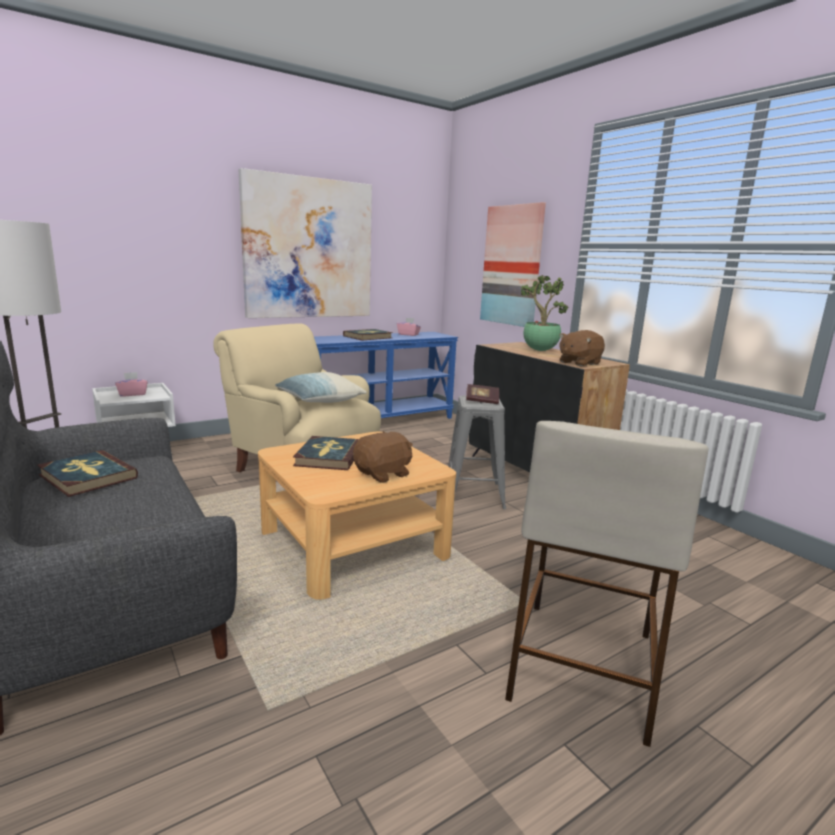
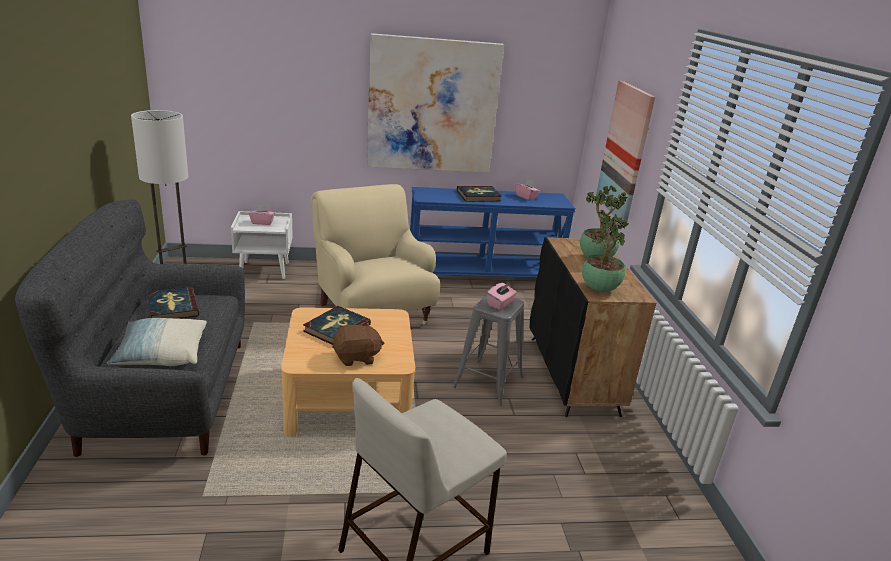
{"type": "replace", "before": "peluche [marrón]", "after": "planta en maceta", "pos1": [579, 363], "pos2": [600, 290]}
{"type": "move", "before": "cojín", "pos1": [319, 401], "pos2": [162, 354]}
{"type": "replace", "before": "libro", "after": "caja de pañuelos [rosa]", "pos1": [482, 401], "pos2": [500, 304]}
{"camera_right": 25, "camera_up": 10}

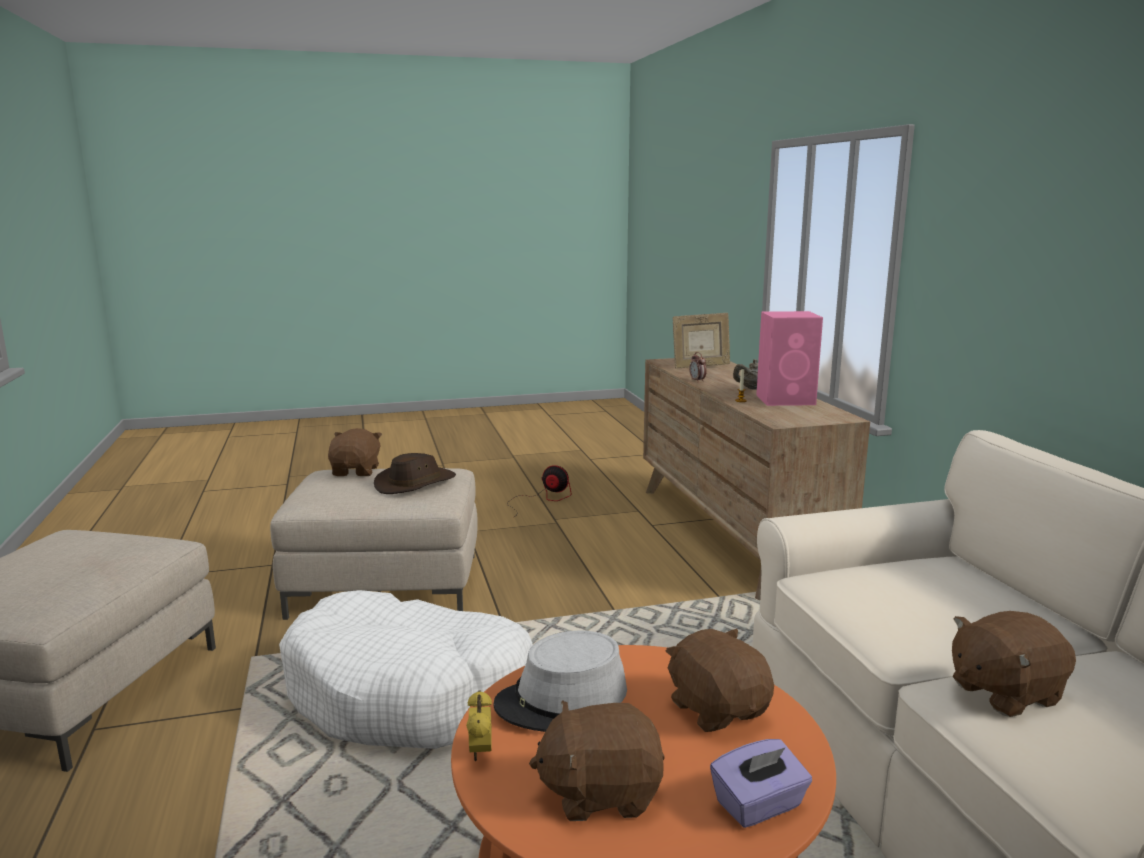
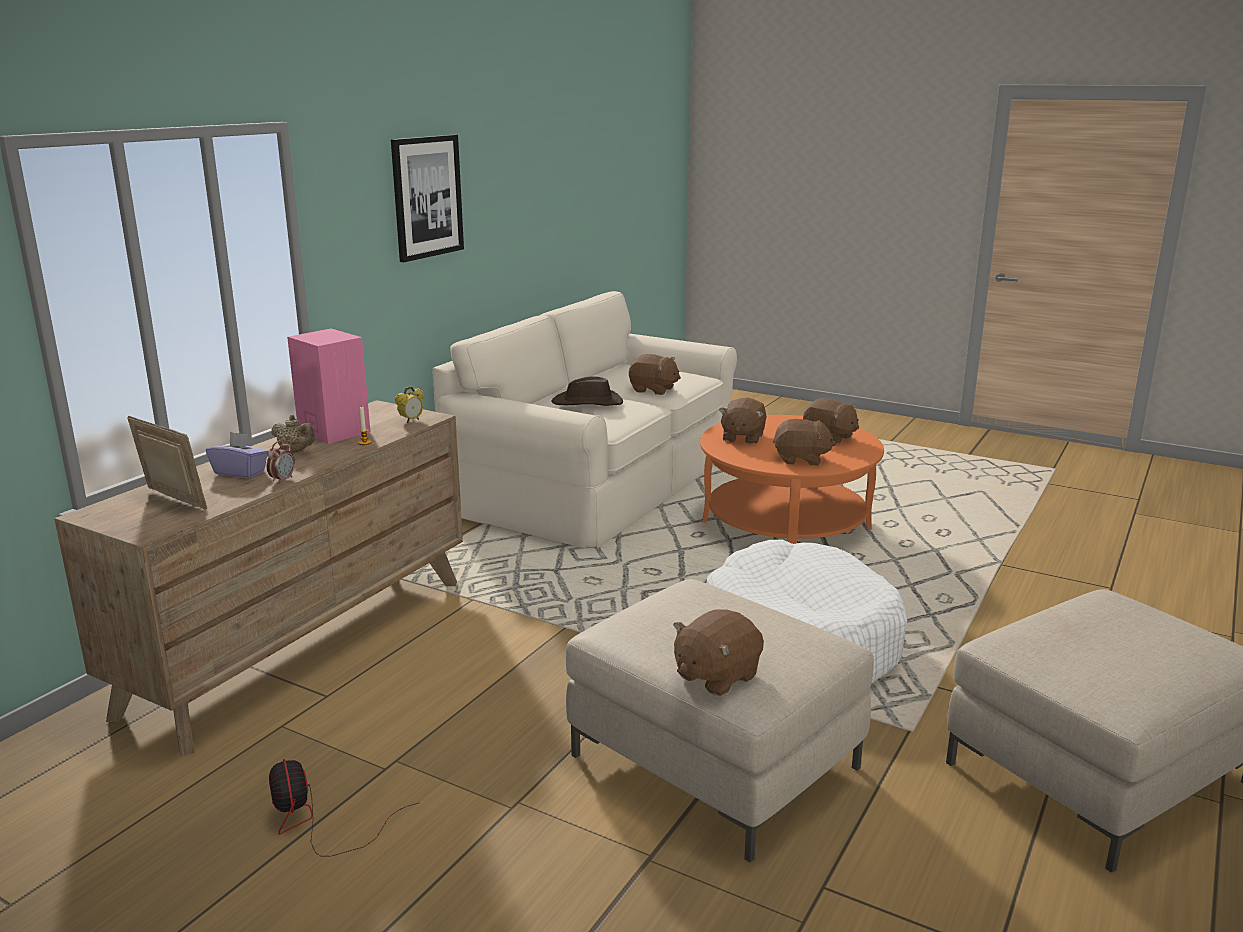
{"type": "move", "before": "sombrero [marrón]", "pos1": [415, 483], "pos2": [588, 403]}
{"type": "replace", "before": "sombrero [gris]", "after": "peluche [marrón]", "pos1": [562, 698], "pos2": [801, 459]}
{"type": "move", "before": "despertador", "pos1": [480, 752], "pos2": [411, 420]}
{"type": "move", "before": "caja de pañuelos [morado]", "pos1": [759, 805], "pos2": [240, 472]}
{"type": "insert", "after": "cuadro", "pos2": [427, 197]}
{"camera_right": -135, "camera_up": 5}

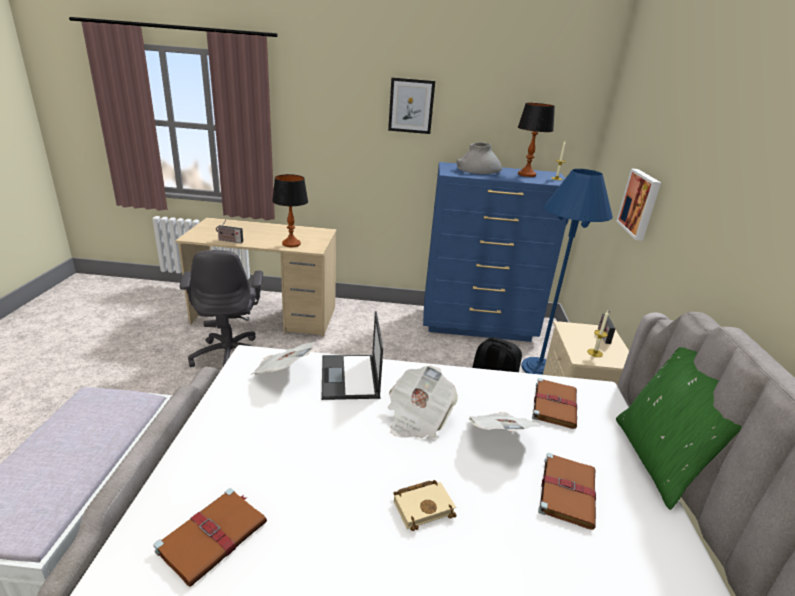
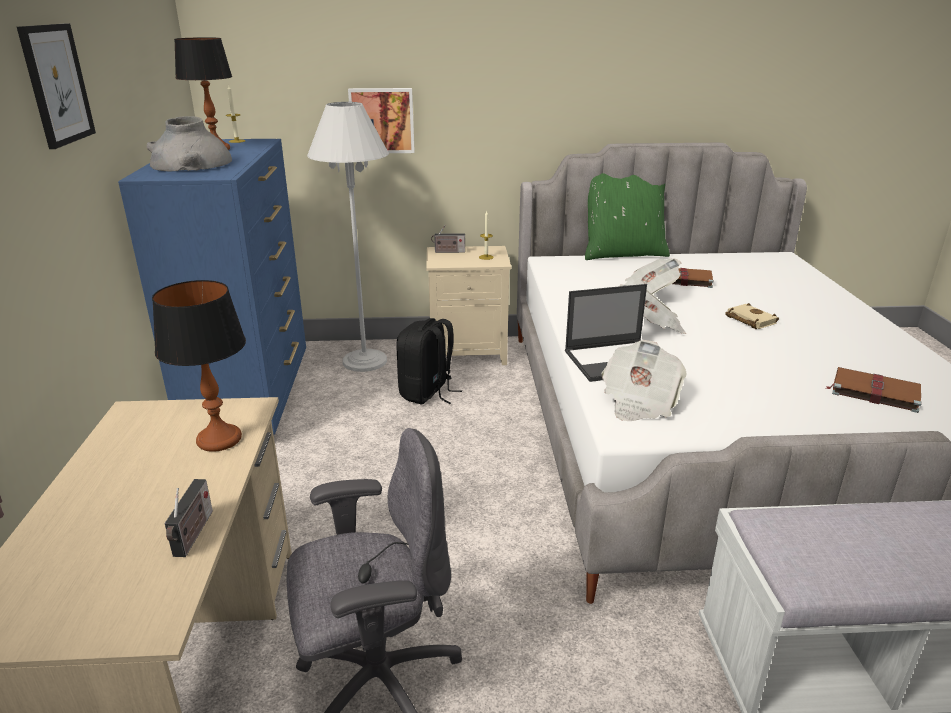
{"type": "recolor", "before": "lámpara de pie [azul]", "after": "lámpara de pie [blanco]", "pos1": [539, 368], "pos2": [365, 361]}
{"type": "delete", "before": "libro [marrón]", "pos1": [554, 404]}
{"camera_right": -95, "camera_up": 0}

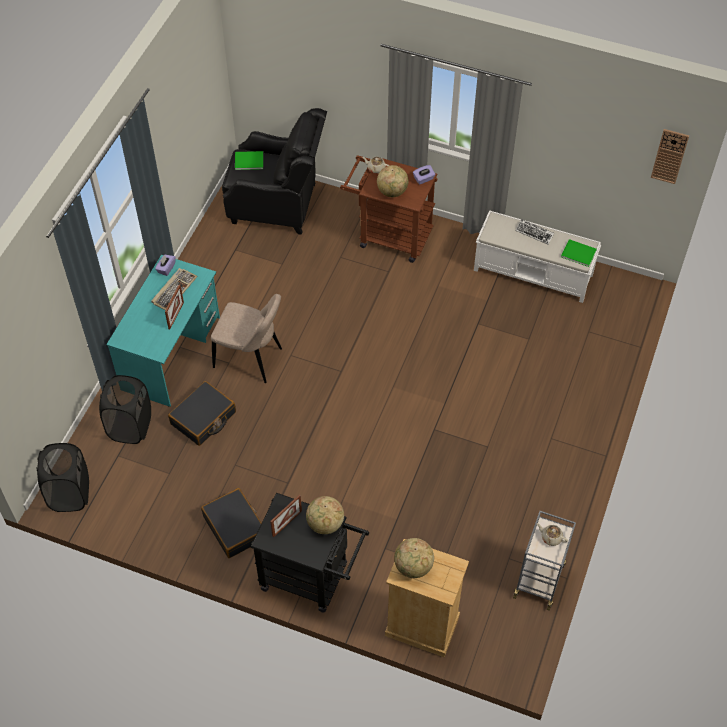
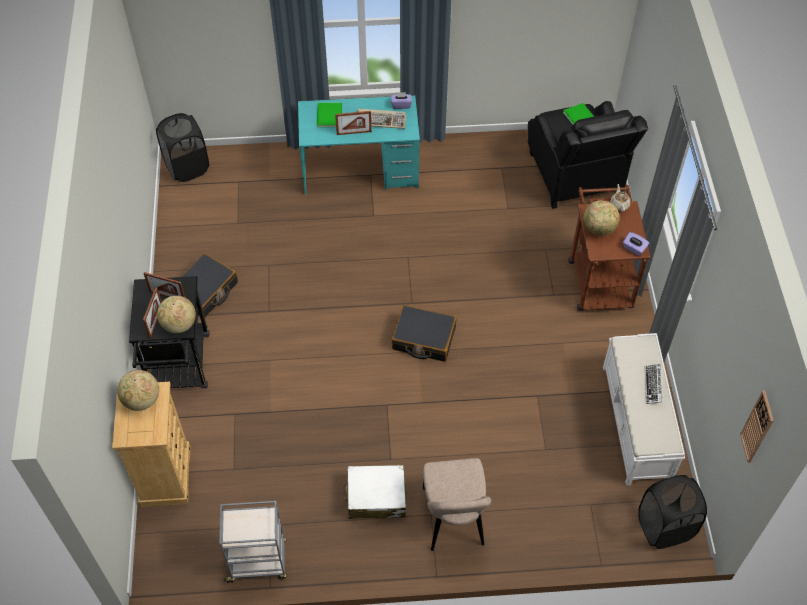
{"type": "move", "before": "libro [verde]", "pos1": [578, 252], "pos2": [330, 115]}
{"type": "move", "before": "silla [beis]", "pos1": [251, 359], "pos2": [453, 520]}
{"type": "move", "before": "cesto de la ropa [negro]", "pos1": [130, 426], "pos2": [664, 527]}
{"type": "move", "before": "maleta [negro]", "pos1": [203, 418], "pos2": [423, 339]}
{"type": "delete", "before": "tetera [beis]", "pos1": [551, 537]}
{"type": "insert", "after": "portarretratos", "pos2": [156, 321]}
{"type": "insert", "after": "maleta [blanco]", "pos2": [376, 497]}
{"camera_right": 65, "camera_up": 0}

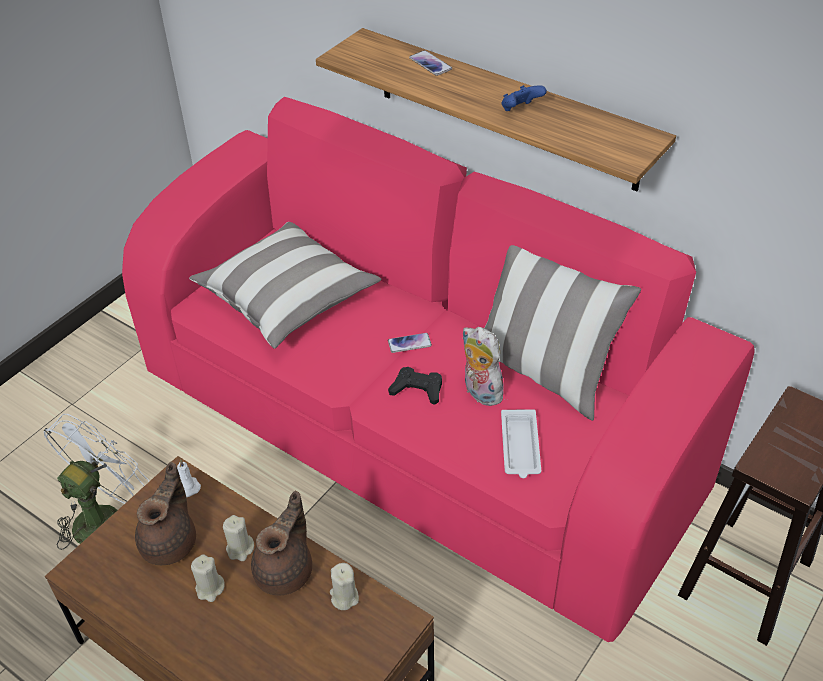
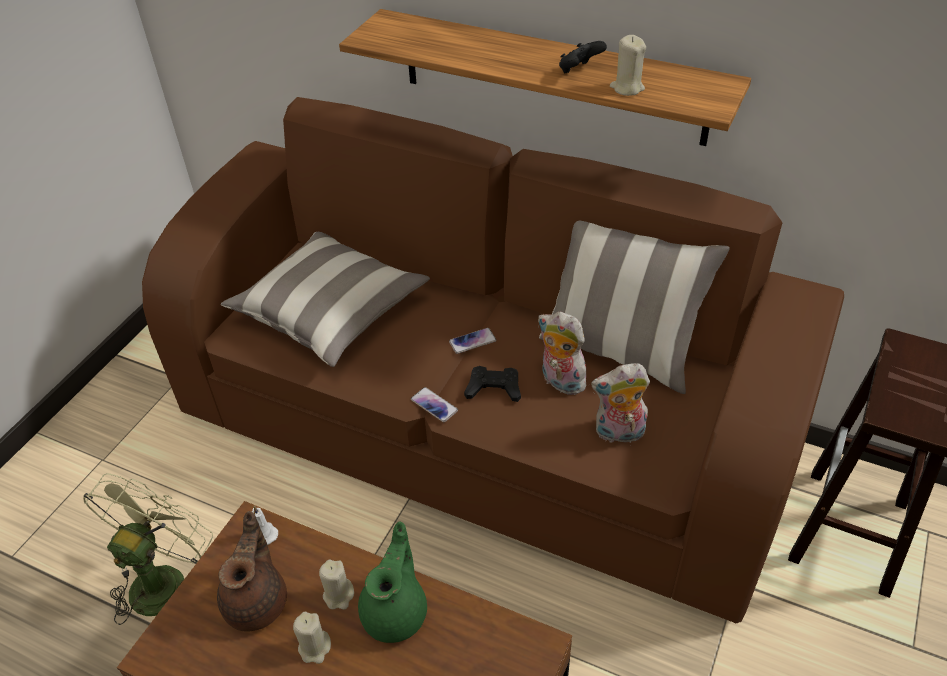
{"type": "move", "before": "móvil", "pos1": [430, 64], "pos2": [434, 405]}
{"type": "recolor", "before": "mando de consola [azul]", "after": "mando de consola [negro]", "pos1": [520, 110], "pos2": [579, 71]}
{"type": "recolor", "before": "sofá [rosa]", "after": "sofá [marrón]", "pos1": [415, 430], "pos2": [478, 432]}
{"type": "replace", "before": "bandeja [blanco]", "after": "peluche", "pos1": [520, 447], "pos2": [618, 434]}
{"type": "recolor", "before": "ventilador [blanco]", "after": "ventilador [verde]", "pos1": [105, 516], "pos2": [164, 578]}
{"type": "recolor", "before": "tetera [marrón]", "after": "tetera [verde]", "pos1": [286, 570], "pos2": [396, 611]}
{"type": "move", "before": "vela [beis]", "pos1": [344, 597], "pos2": [627, 88]}
{"camera_right": -10, "camera_up": 0}

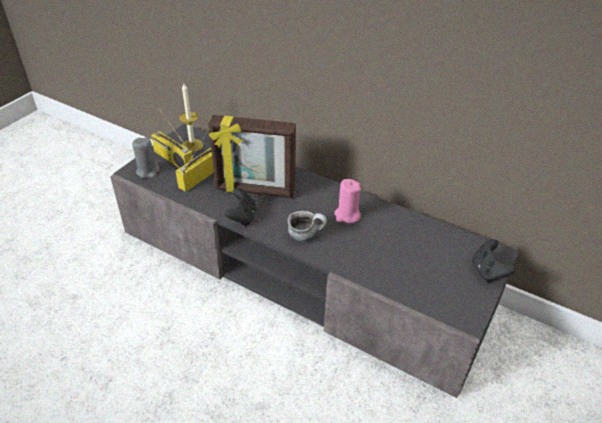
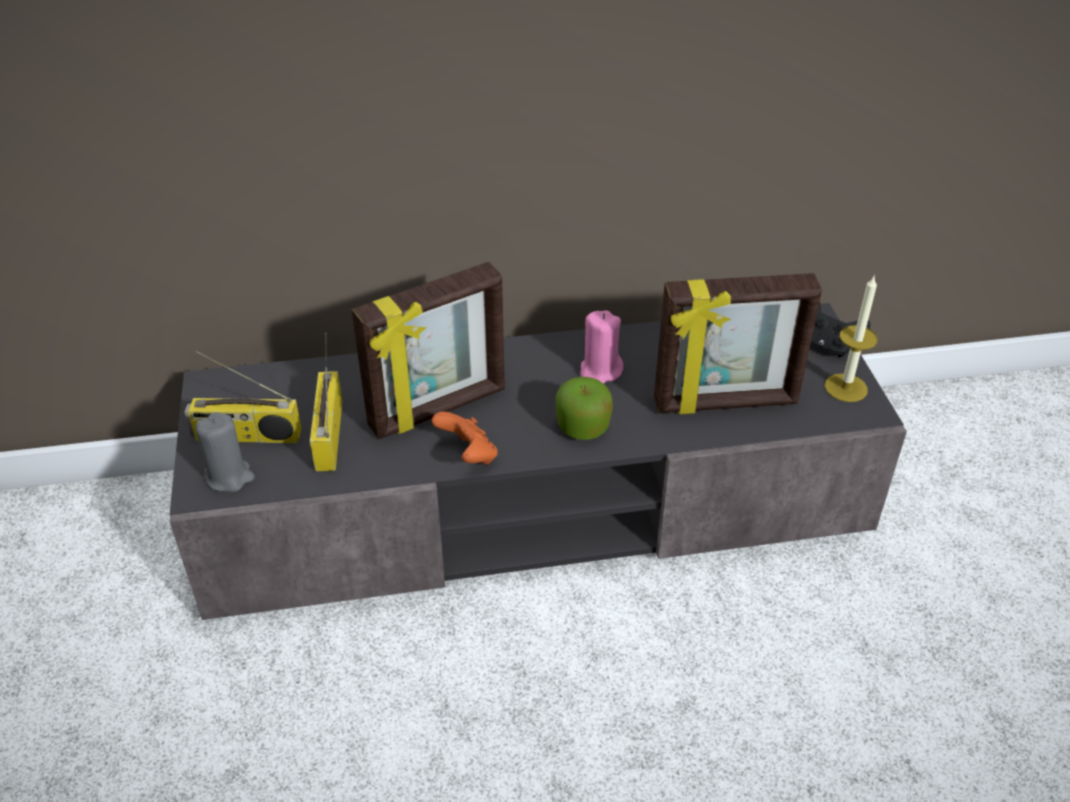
{"type": "move", "before": "vela", "pos1": [192, 145], "pos2": [846, 388]}
{"type": "recolor", "before": "mando de consola [negro]", "after": "mando de consola [naranja]", "pos1": [242, 217], "pos2": [468, 455]}
{"type": "replace", "before": "taza grande", "after": "manzana", "pos1": [306, 235], "pos2": [583, 427]}
{"type": "insert", "after": "portarretratos", "pos2": [725, 403]}
{"camera_right": -40, "camera_up": 0}

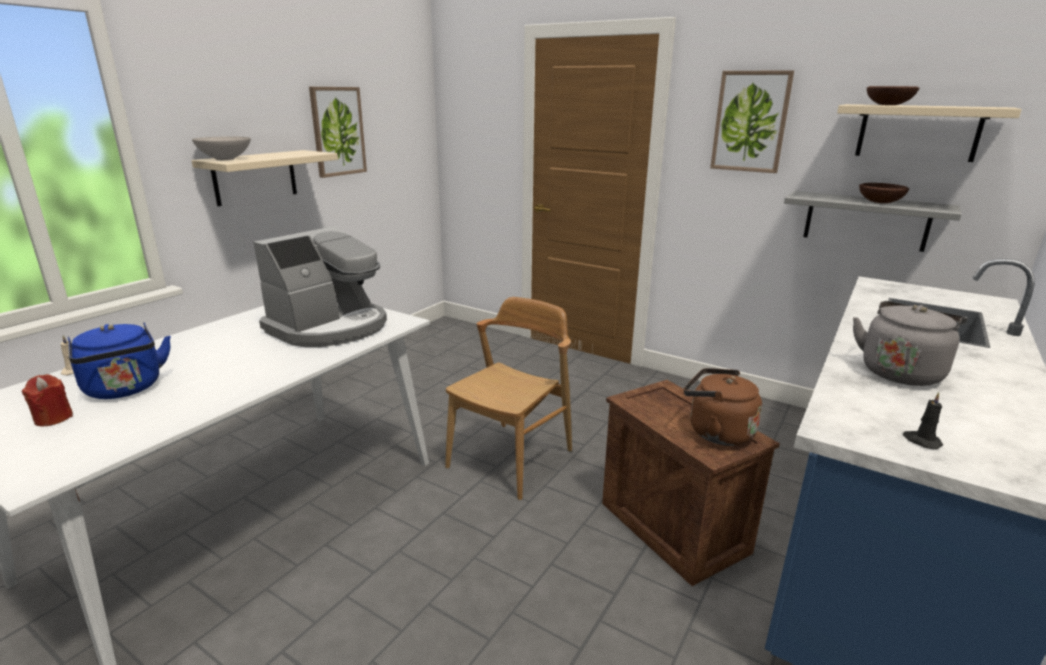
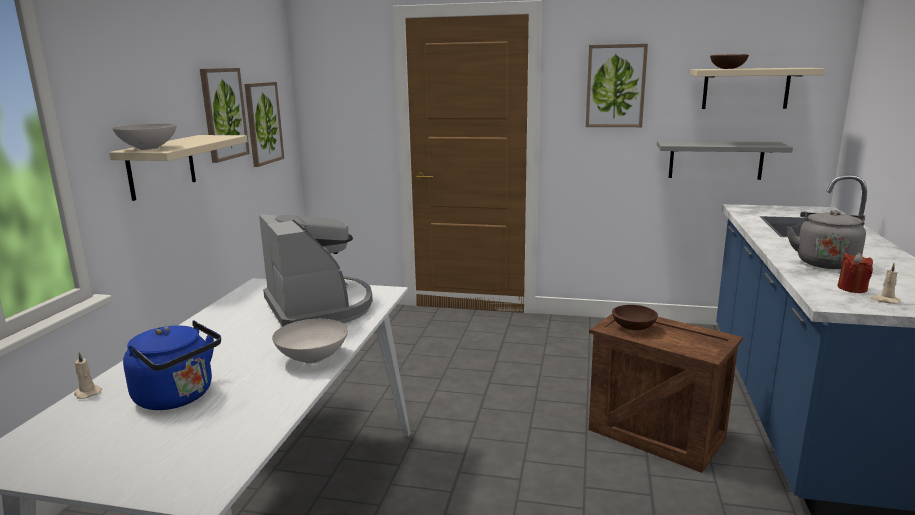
{"type": "move", "before": "cuenco [marrón]", "pos1": [880, 202], "pos2": [633, 327]}
{"type": "rotate", "before": "cafetera", "pos1": [330, 327], "pos2": [319, 308], "turn": -45}
{"type": "delete", "before": "silla [marrón]", "pos1": [511, 459]}
{"type": "delete", "before": "hervidor [marrón]", "pos1": [716, 432]}
{"type": "move", "before": "vela [rojo]", "pos1": [53, 418], "pos2": [852, 288]}
{"type": "recolor", "before": "vela [negro]", "after": "vela [beis]", "pos1": [921, 441], "pos2": [885, 300]}
{"type": "insert", "after": "cuadro", "pos2": [263, 123]}
{"type": "insert", "after": "cuenco [blanco]", "pos2": [312, 359]}
{"camera_right": -20, "camera_up": -5}

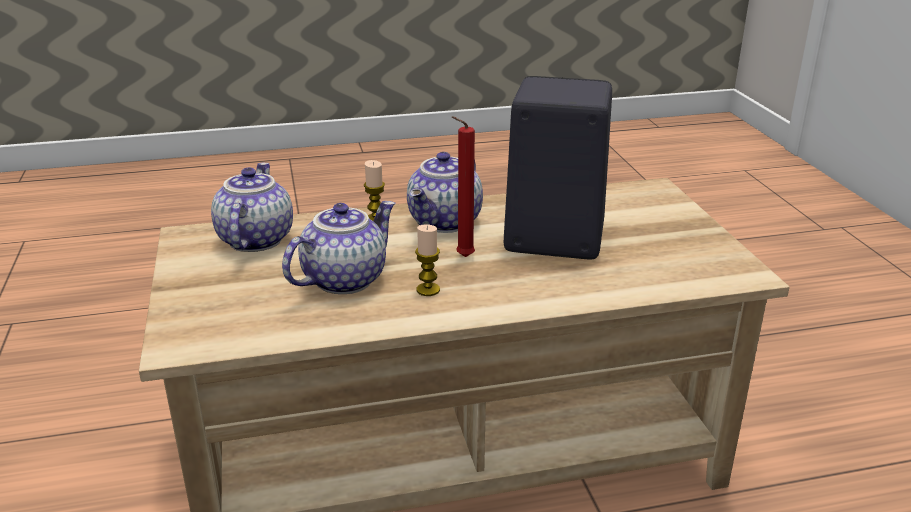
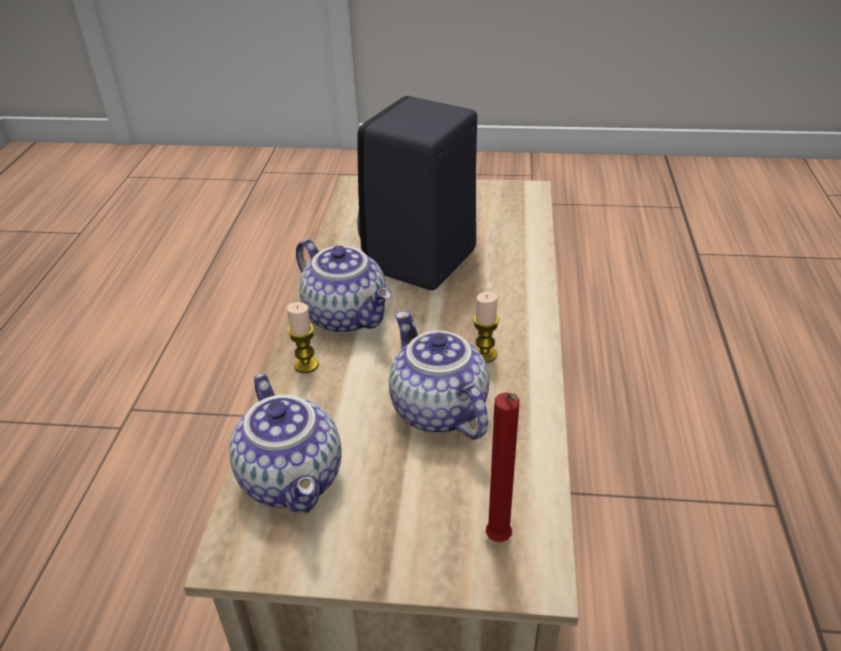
{"type": "move", "before": "vela [rojo]", "pos1": [462, 257], "pos2": [499, 541]}
{"type": "rotate", "before": "tetera", "pos1": [254, 240], "pos2": [294, 479], "turn": -135}
{"camera_right": -70, "camera_up": 10}

